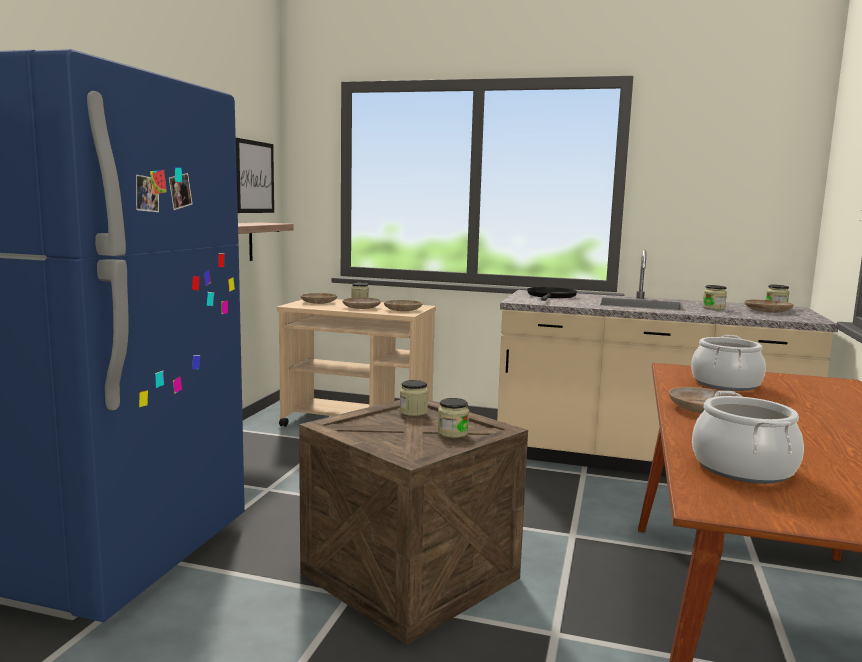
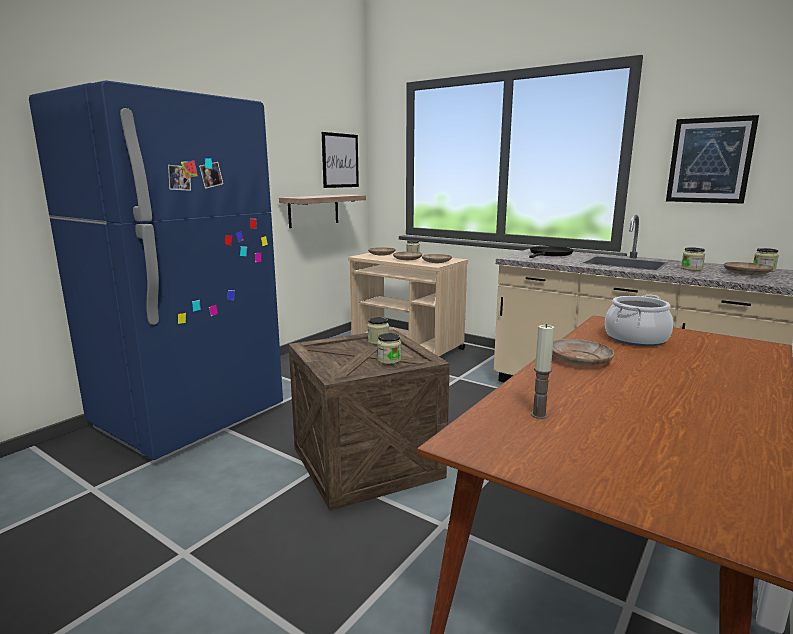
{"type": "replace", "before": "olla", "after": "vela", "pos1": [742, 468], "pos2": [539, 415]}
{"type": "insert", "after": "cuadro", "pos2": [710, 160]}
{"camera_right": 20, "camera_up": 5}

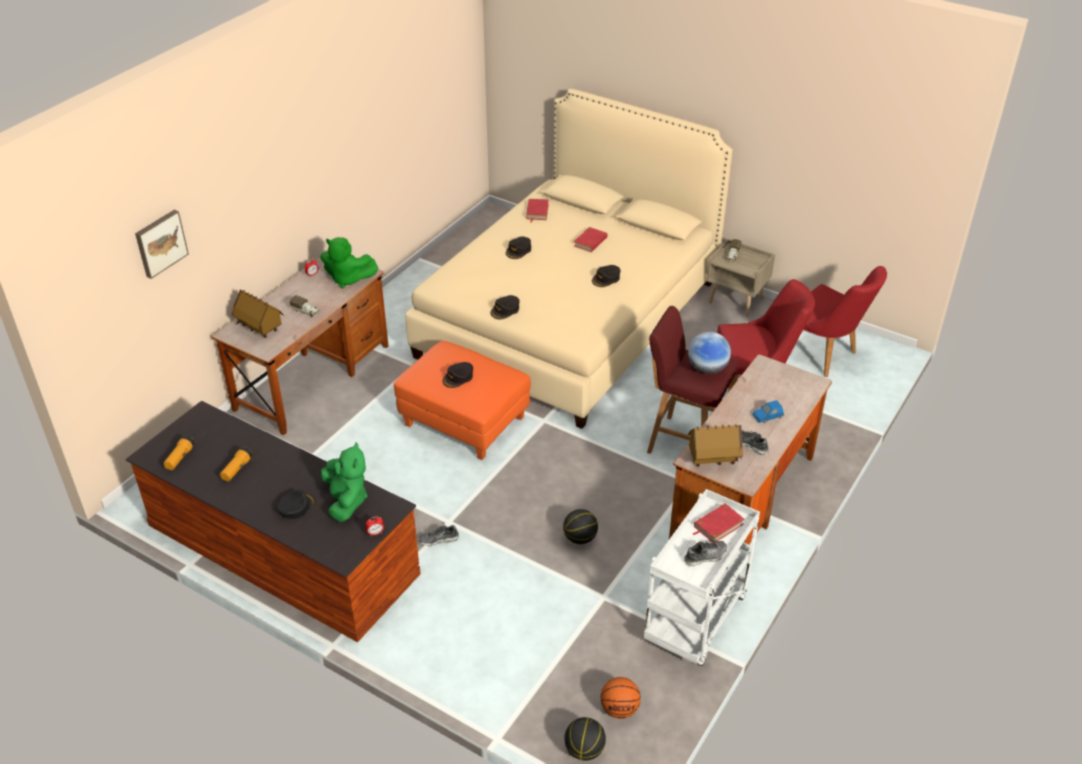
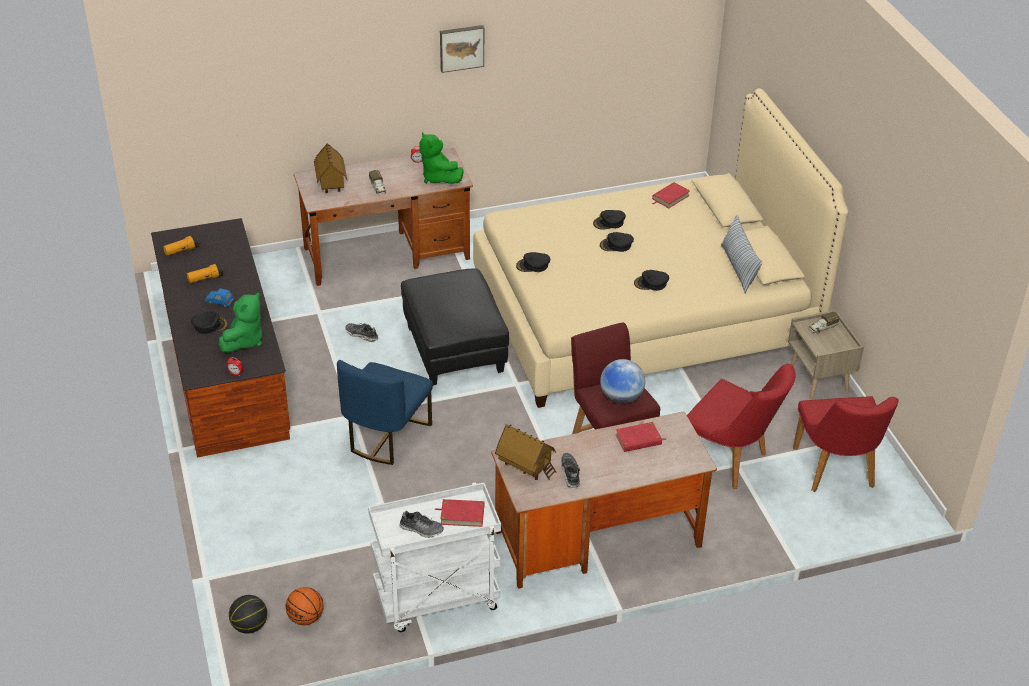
{"type": "move", "before": "cuadro", "pos1": [160, 243], "pos2": [461, 47]}
{"type": "move", "before": "libro [rojo]", "pos1": [590, 242], "pos2": [638, 440]}
{"type": "recolor", "before": "puf [naranja]", "after": "puf [negro]", "pos1": [465, 422], "pos2": [455, 350]}
{"type": "move", "before": "gorra [negro]", "pos1": [458, 378], "pos2": [616, 245]}
{"type": "move", "before": "coche de juguete [azul]", "pos1": [767, 416], "pos2": [219, 301]}
{"type": "delete", "before": "balón de baloncesto", "pos1": [580, 538]}
{"type": "move", "before": "zapato", "pos1": [439, 540], "pos2": [361, 335]}
{"type": "insert", "after": "cojín", "pos2": [738, 268]}
{"type": "insert", "after": "silla [azul]", "pos2": [386, 436]}
{"camera_right": 40, "camera_up": 0}

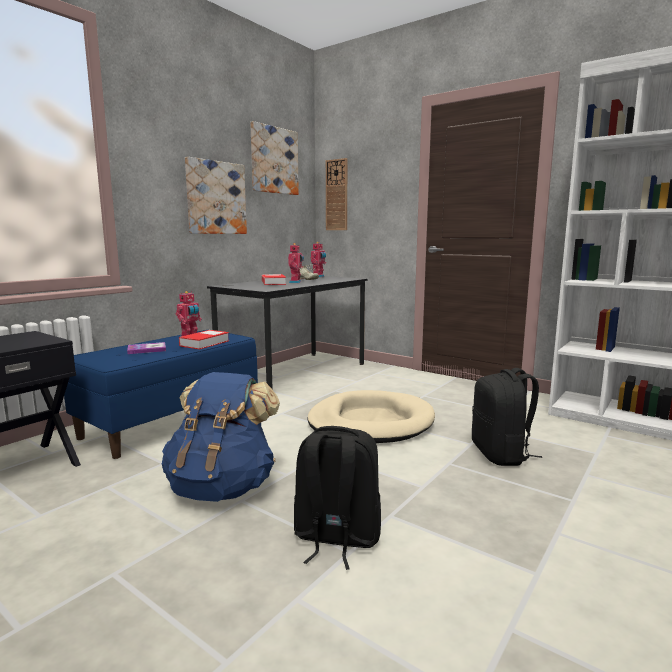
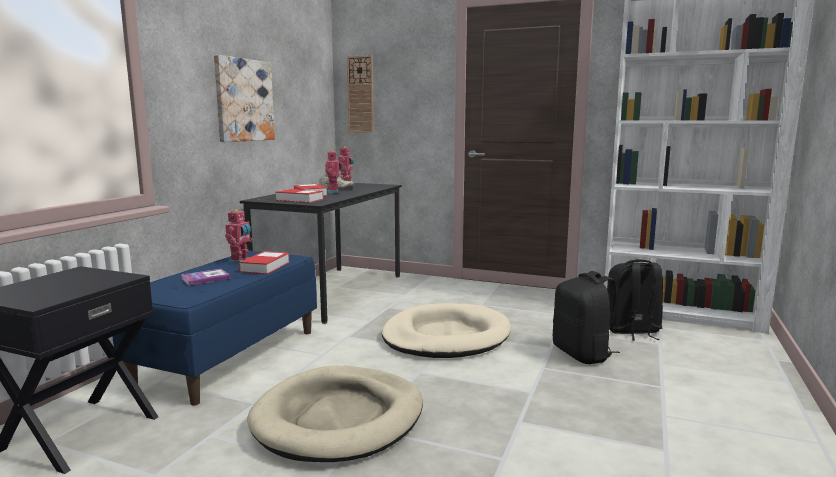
{"type": "delete", "before": "cuadro", "pos1": [274, 160]}
{"type": "replace", "before": "mochila [azul]", "after": "cama para perro [beis]", "pos1": [222, 487], "pos2": [339, 418]}
{"type": "move", "before": "mochila [negro]", "pos1": [336, 538], "pos2": [632, 331]}
{"type": "insert", "after": "libro", "pos2": [299, 200]}
{"camera_right": -15, "camera_up": 0}

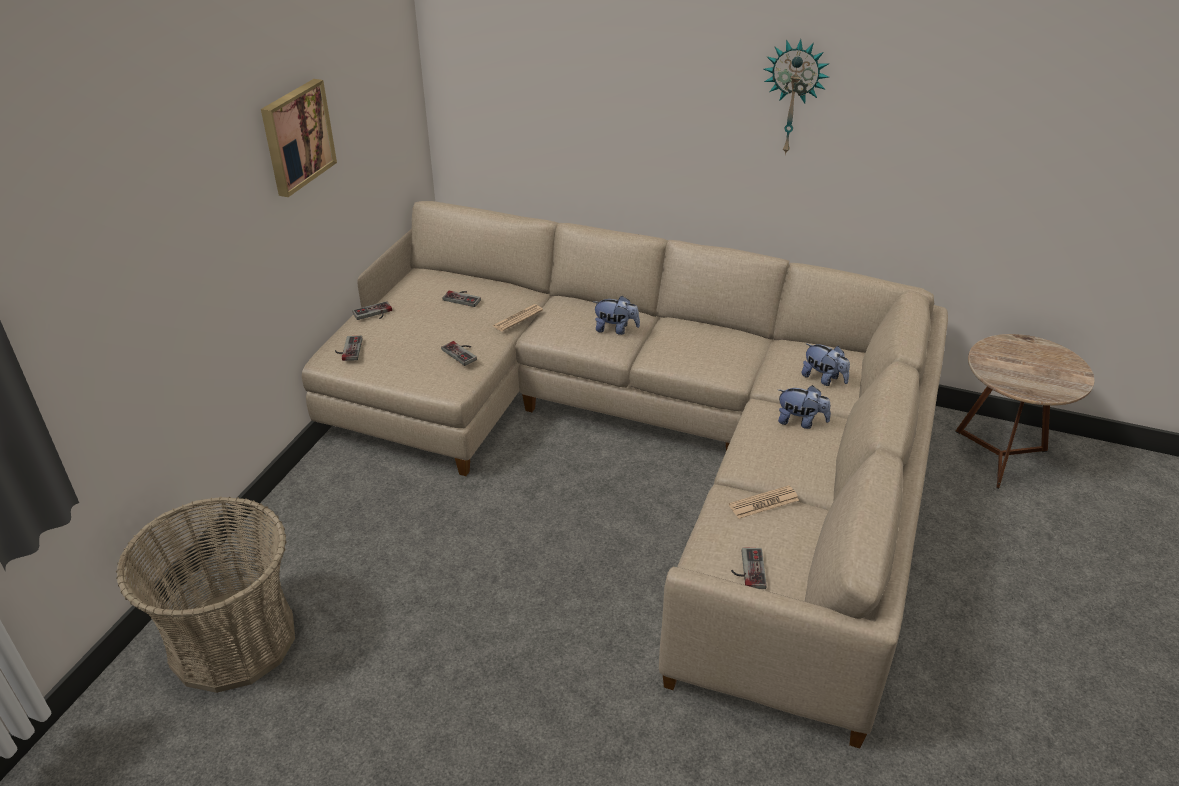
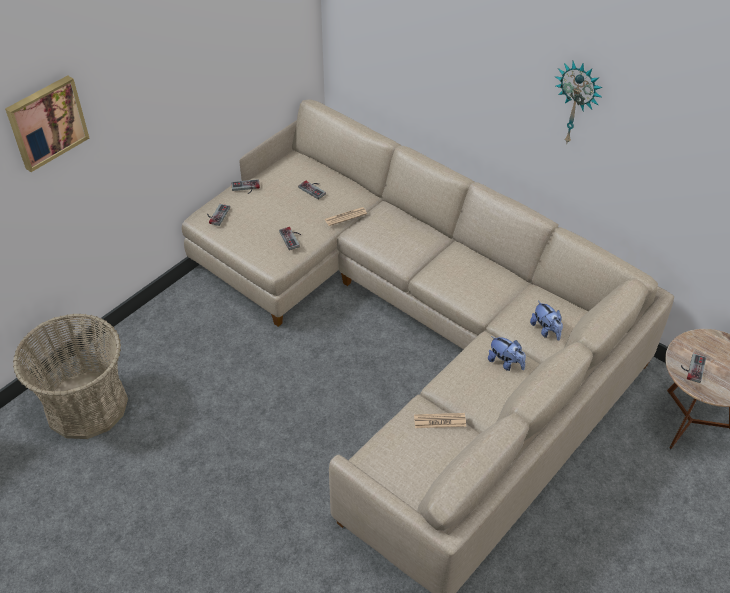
{"type": "move", "before": "cuadro", "pos1": [296, 136], "pos2": [46, 122]}
{"type": "delete", "before": "peluche", "pos1": [615, 329]}
{"type": "move", "before": "mando de consola", "pos1": [747, 569], "pos2": [692, 367]}
{"camera_right": 20, "camera_up": 10}

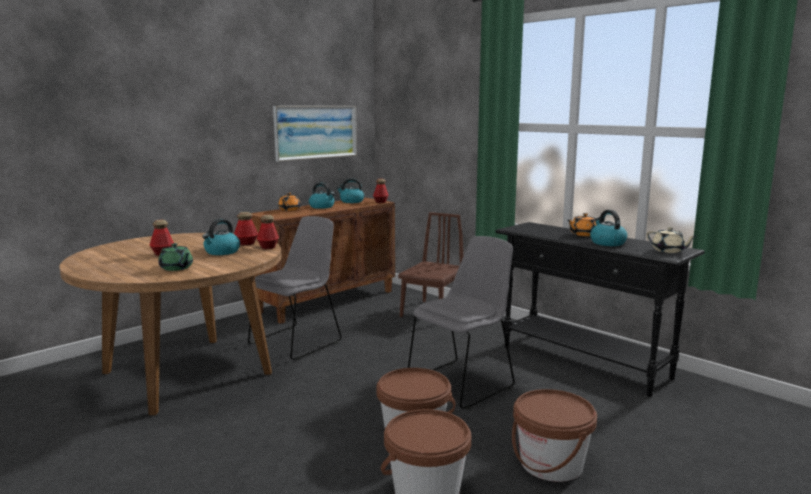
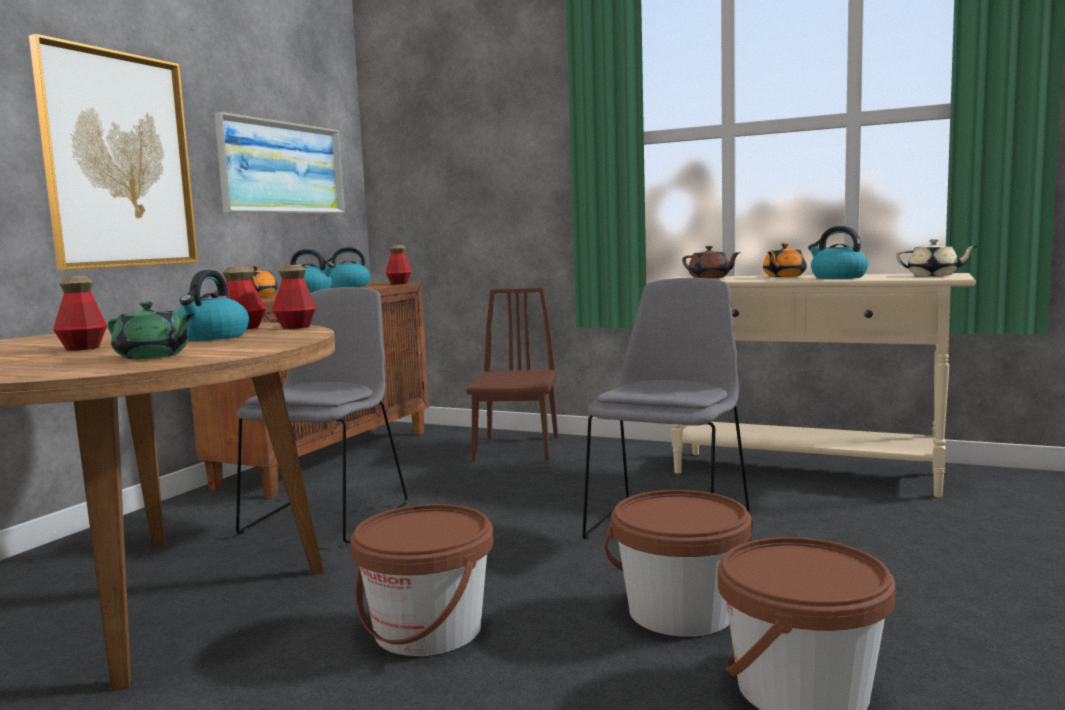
{"type": "recolor", "before": "mesa consola [negro]", "after": "mesa consola [beis]", "pos1": [584, 362], "pos2": [805, 473]}
{"type": "move", "before": "cubo [marrón]", "pos1": [551, 463], "pos2": [428, 630]}
{"type": "insert", "after": "cuadro", "pos2": [118, 160]}
{"type": "insert", "after": "tetera [marrón]", "pos2": [710, 278]}
{"camera_right": -20, "camera_up": -5}

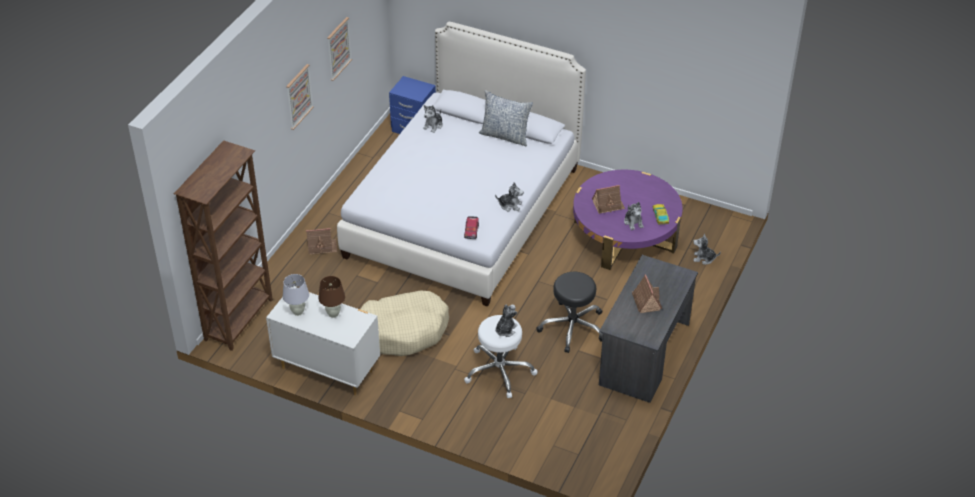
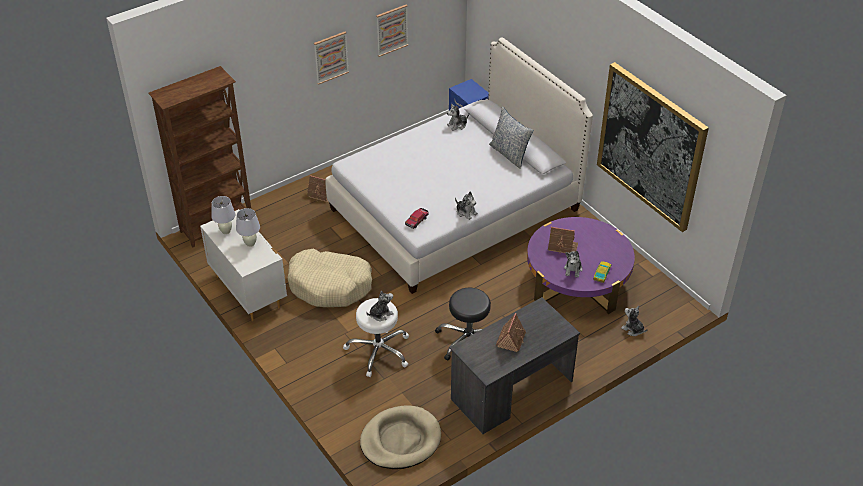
{"type": "recolor", "before": "lámpara de mesa [marrón]", "after": "lámpara de mesa [blanco]", "pos1": [333, 314], "pos2": [250, 243]}
{"type": "insert", "after": "cuadro", "pos2": [651, 146]}
{"type": "insert", "after": "cama para perro [beis]", "pos2": [400, 440]}
{"camera_right": 30, "camera_up": 0}

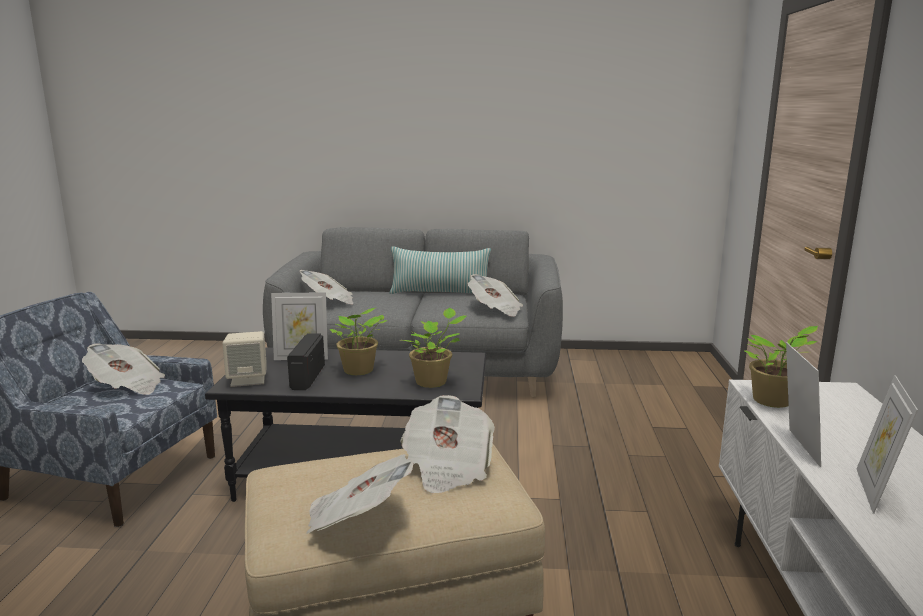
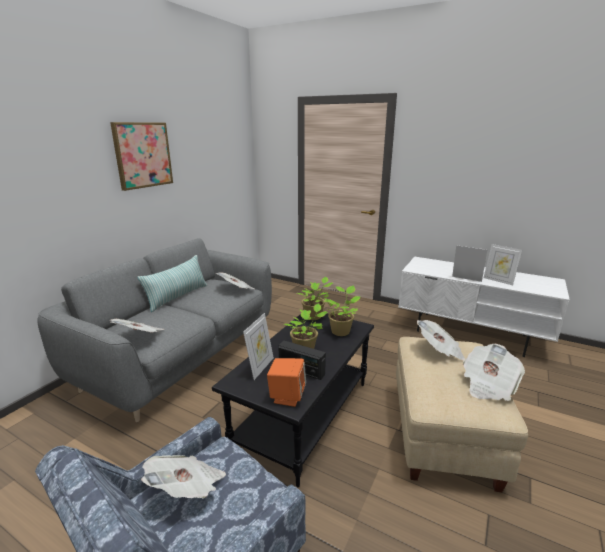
{"type": "move", "before": "planta en maceta", "pos1": [773, 402], "pos2": [314, 316]}
{"type": "recolor", "before": "altavoz [beis]", "after": "altavoz [naranja]", "pos1": [248, 380], "pos2": [287, 396]}
{"type": "insert", "after": "cuadro", "pos2": [143, 155]}
{"camera_right": -65, "camera_up": 5}

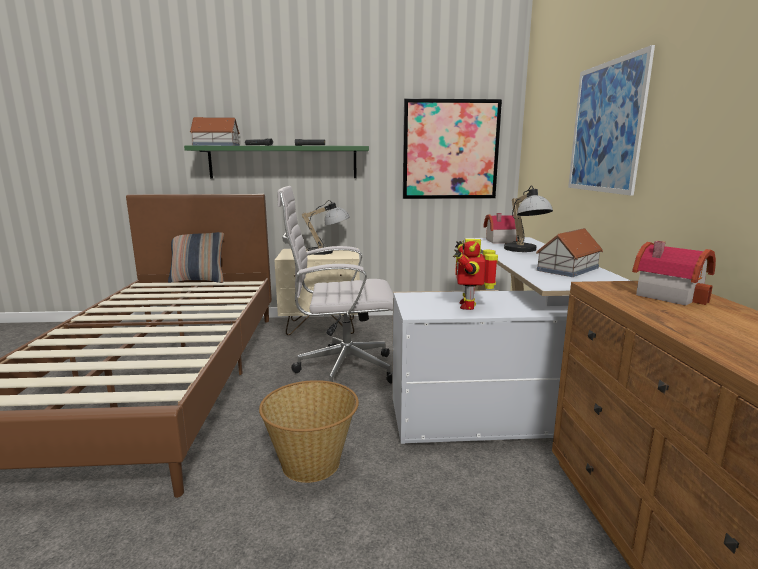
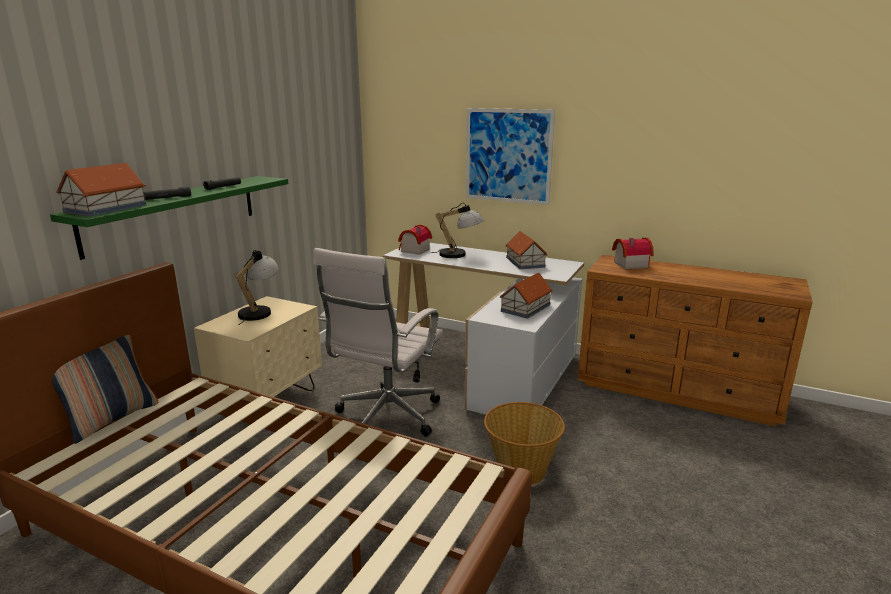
{"type": "delete", "before": "cuadro", "pos1": [450, 150]}
{"type": "replace", "before": "robot de juguete", "after": "casita", "pos1": [469, 305], "pos2": [526, 308]}
{"camera_right": -60, "camera_up": 5}

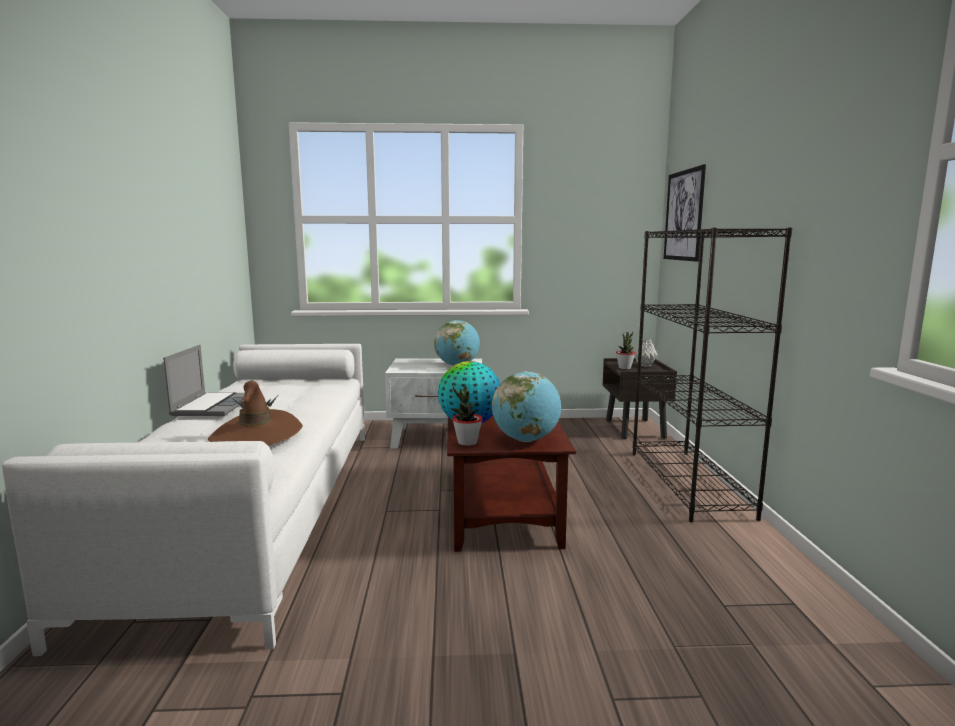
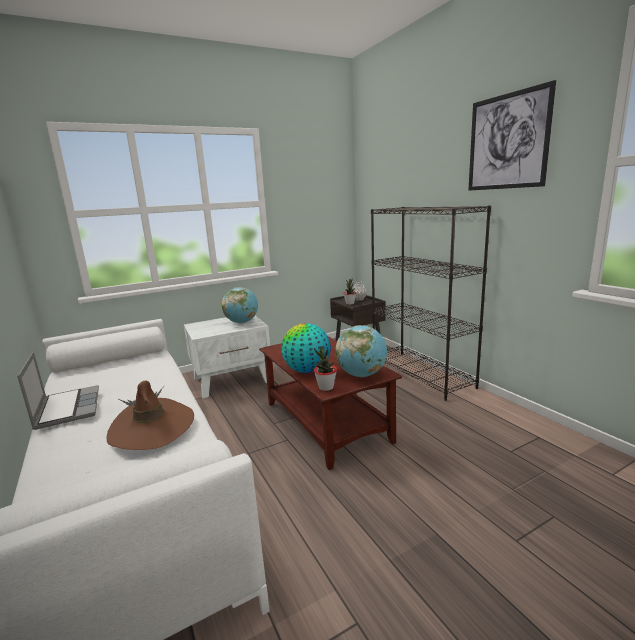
{"type": "move", "before": "cuadro", "pos1": [683, 215], "pos2": [507, 142]}
{"camera_right": -25, "camera_up": 5}

